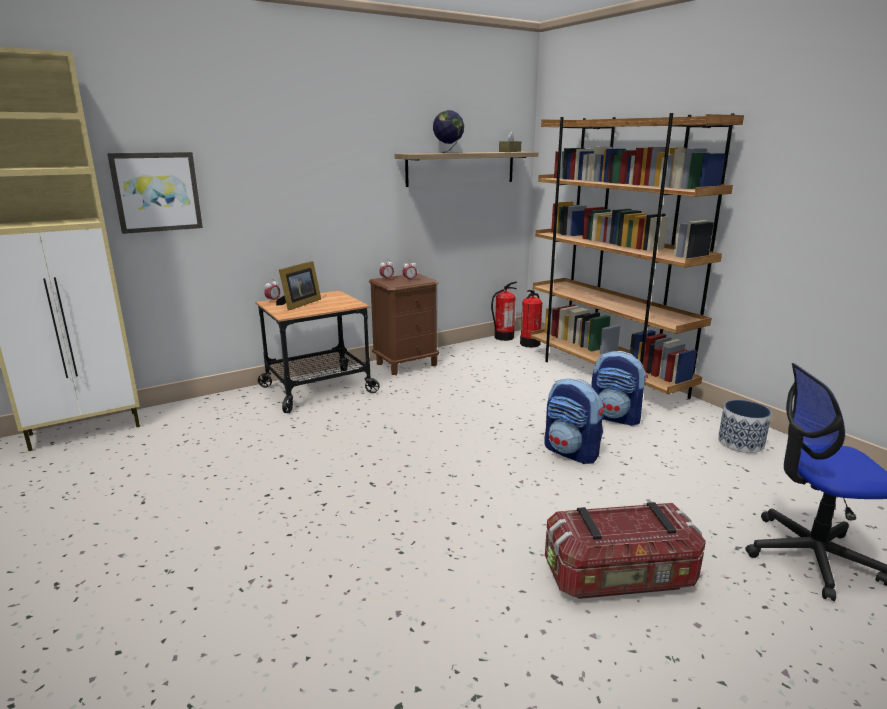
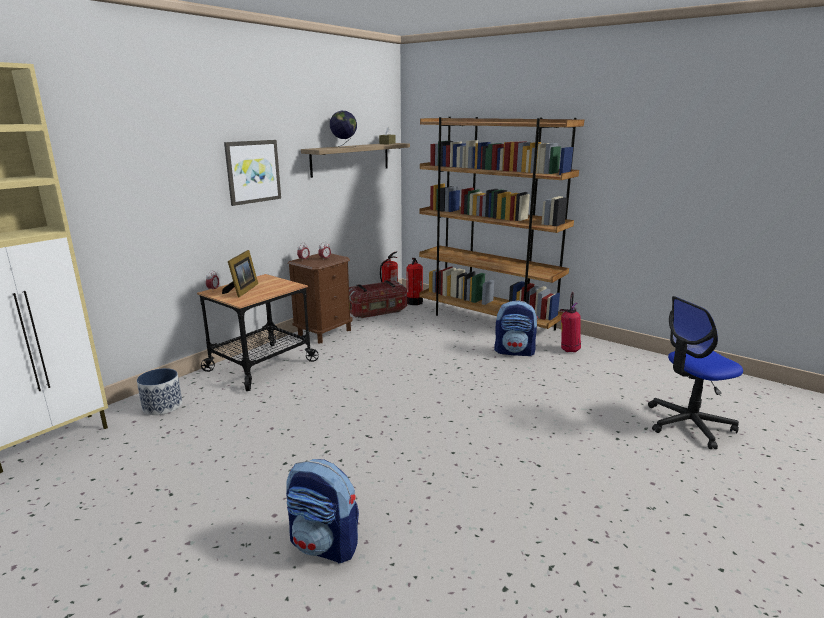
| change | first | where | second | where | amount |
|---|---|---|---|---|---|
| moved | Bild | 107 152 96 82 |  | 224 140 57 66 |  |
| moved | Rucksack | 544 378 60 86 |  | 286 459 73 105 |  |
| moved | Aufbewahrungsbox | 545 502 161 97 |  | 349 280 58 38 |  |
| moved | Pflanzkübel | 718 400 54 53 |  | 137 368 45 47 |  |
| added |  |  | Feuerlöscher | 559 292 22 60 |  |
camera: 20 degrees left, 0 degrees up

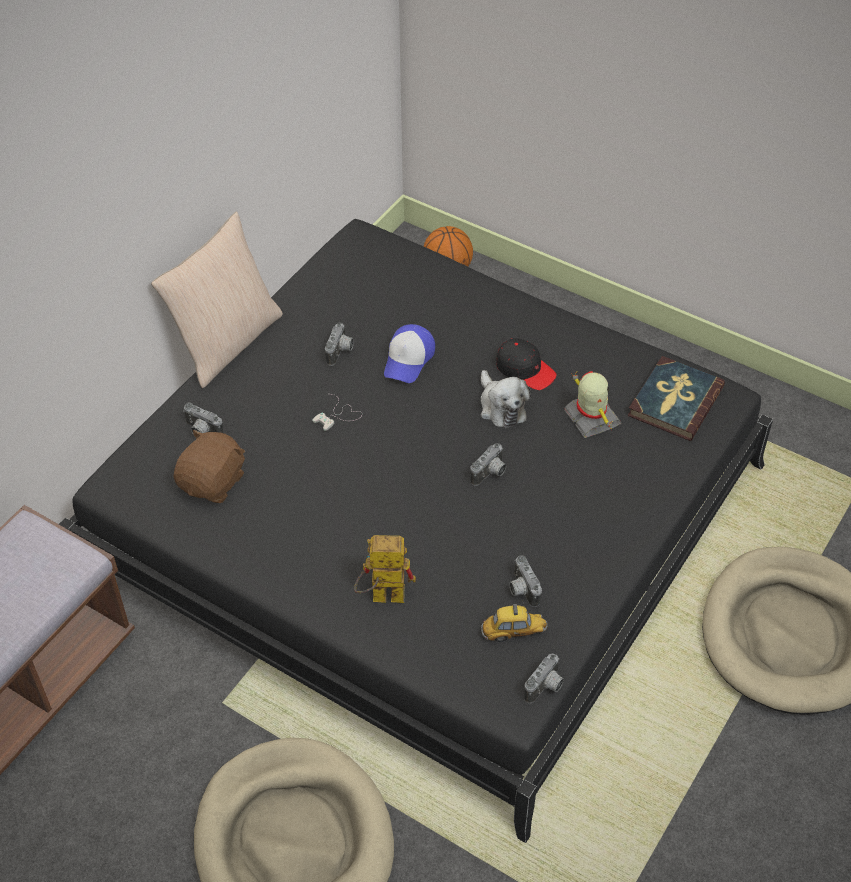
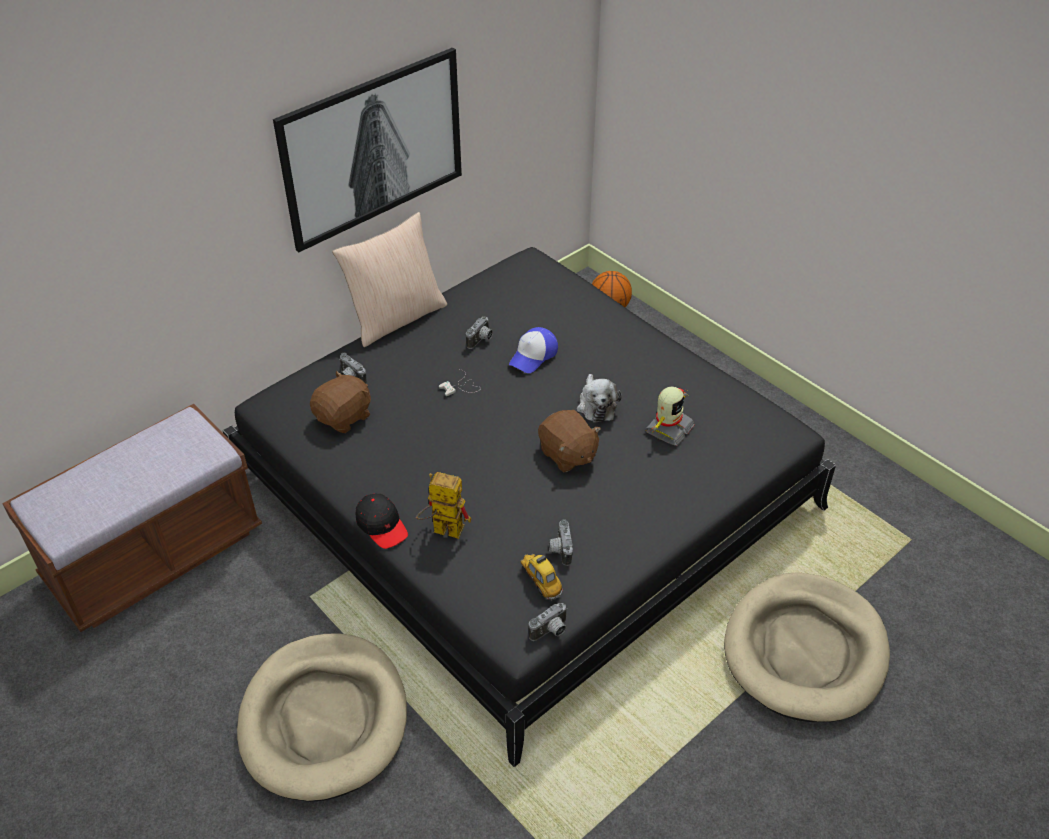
| change | first | where | second | where | amount |
|---|---|---|---|---|---|
| replaced | Kamera | 470 443 37 43 | Plüschtier [braun] | 538 410 63 62 |  |
| turned | Spielzeugauto | 481 603 67 39 |  | 520 554 43 47 | 135 degrees counterclockwise |
| moved | Kappe [schwarz] | 496 338 60 52 |  | 356 493 52 56 |  |
| turned | Spielzeugroboter | 564 371 57 67 |  | 645 387 50 59 | 45 degrees clockwise |
| removed | Buch | 628 356 97 85 |  |  |  |
| added |  |  | Bild | 273 48 189 204 |  |
camera: 15 degrees right, 5 degrees down

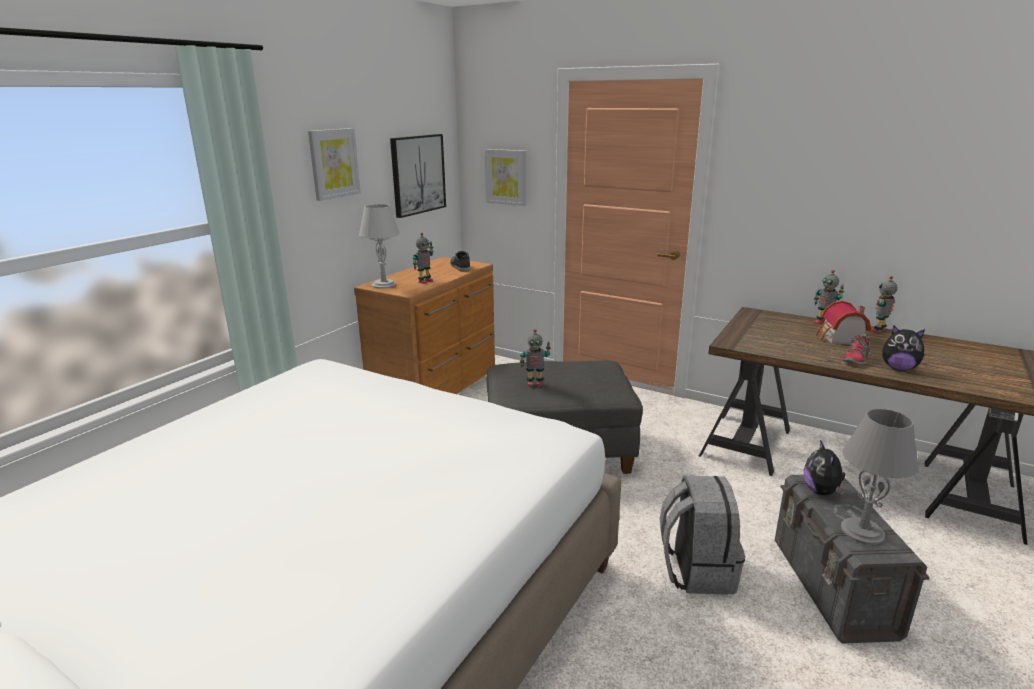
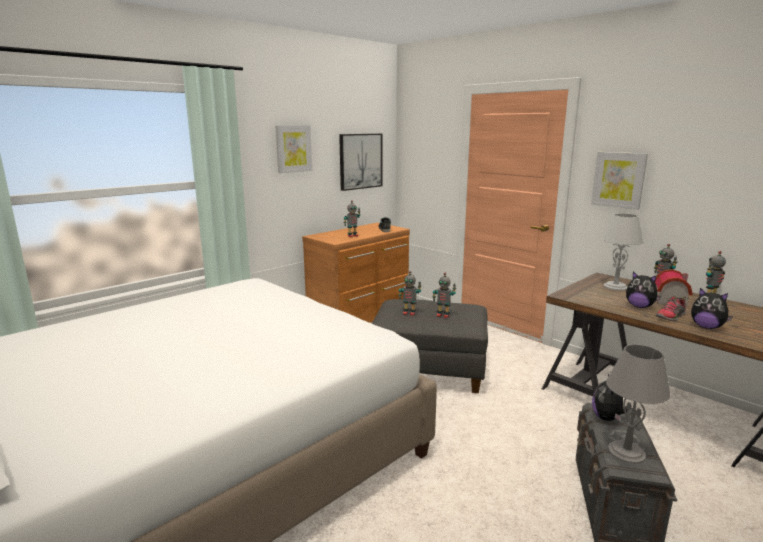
| change | first | where | second | where | amount |
|---|---|---|---|---|---|
| moved | Tischlampe [grau] | 359 204 41 85 |  | 602 213 41 78 |  |
| moved | Bild | 485 149 41 57 |  | 591 152 57 58 |  |
| removed | Rucksack [grau] | 660 476 85 119 |  |  |  |
| added |  |  | Spielzeugroboter | 432 273 24 45 |  |
| added |  |  | Plüschtier | 626 272 36 36 |  |
camera: 15 degrees right, 5 degrees down

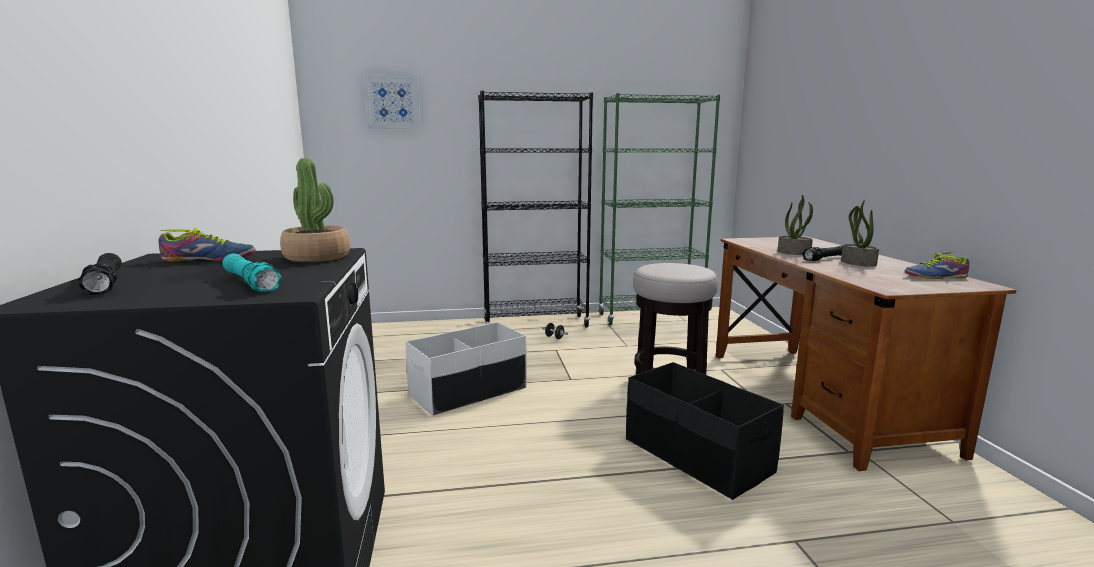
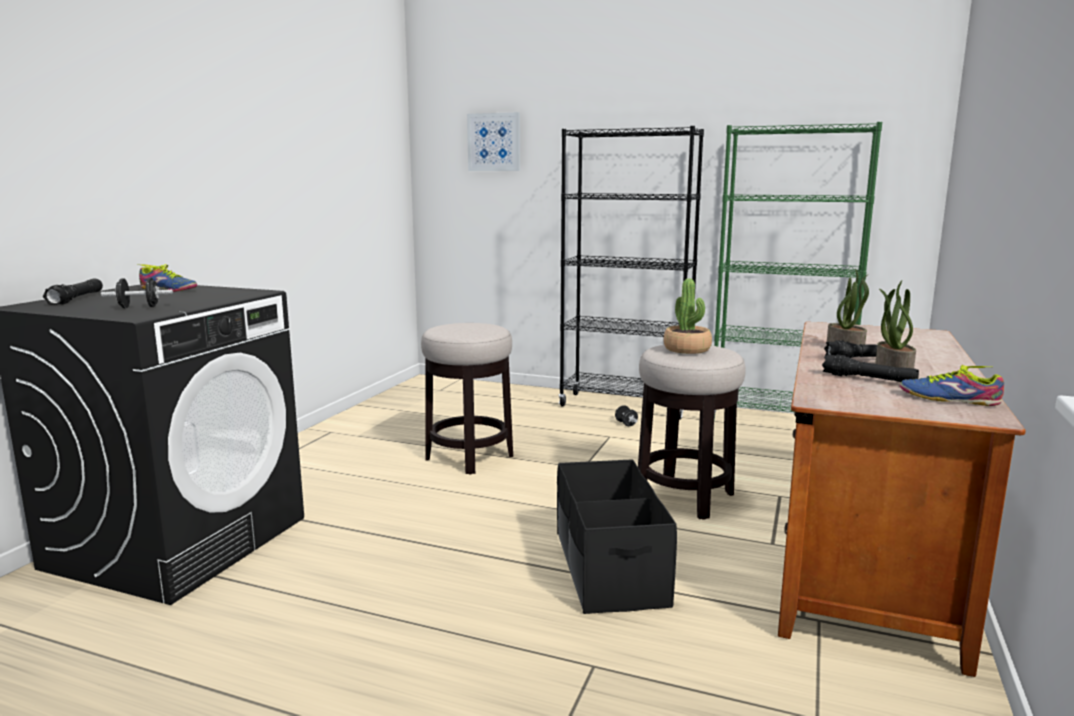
| change | first | where | second | where | amount |
|---|---|---|---|---|---|
| replaced | Taschenlampe [türkis] | 223 254 59 38 | Hantel [schwarz] | 101 278 72 30 |  |
| moved | Topfpflanze | 280 158 71 104 |  | 663 279 49 75 |  |
| replaced | Aufbewahrungsbox [weiß] | 405 322 122 94 | Hocker | 421 323 92 152 |  |
| added |  |  | Taschenlampe [schwarz] | 822 354 97 28 |  |
camera: 30 degrees right, 0 degrees up

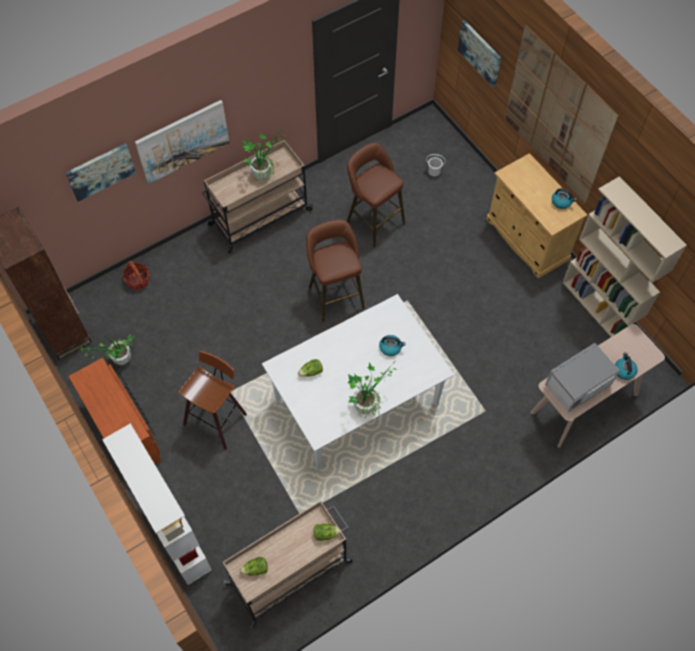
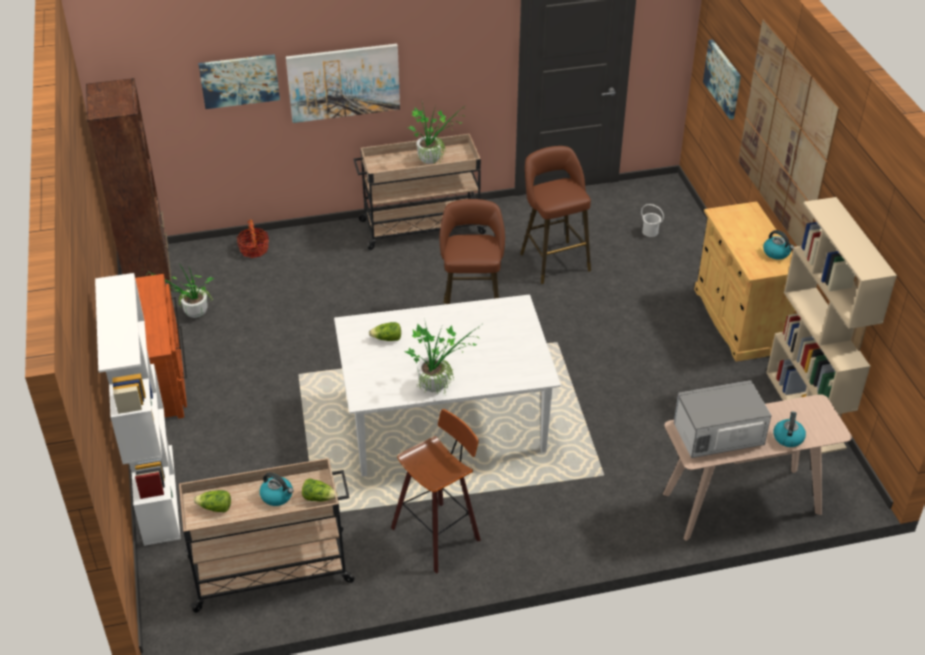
| change | first | where | second | where | amount |
|---|---|---|---|---|---|
| moved | Hocker | 179 351 68 99 |  | 391 409 90 165 |  |
| moved | Wasserkessel | 379 335 27 21 |  | 260 472 33 34 |  |
camera: 20 degrees right, 20 degrees down

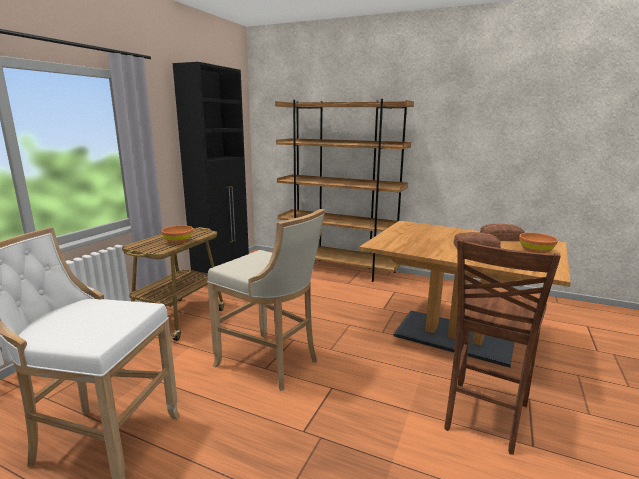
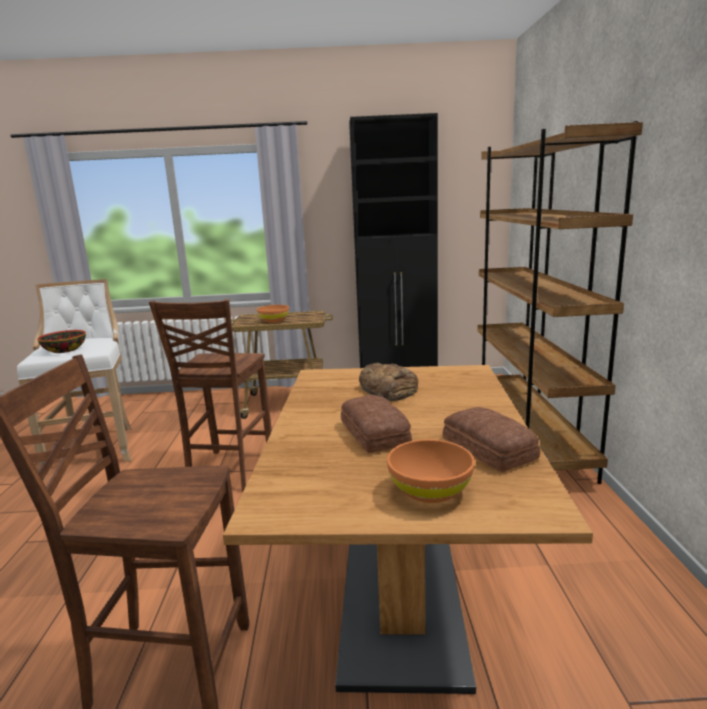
| change | first | where | second | where | amount |
|---|---|---|---|---|---|
| replaced | Hocker [beige] | 207 209 118 182 | Stuhl [braun] | 149 299 123 193 |  |
| added |  |  | Schüssel | 37 330 49 23 |  |
| added |  |  | Brot | 359 363 59 38 |  |
camera: 65 degrees right, 0 degrees up

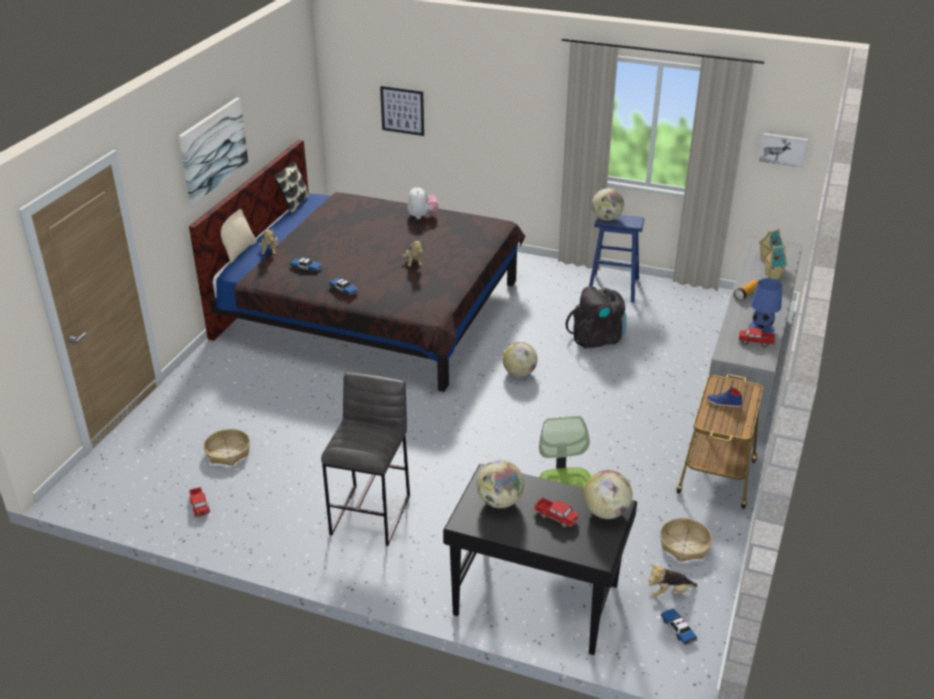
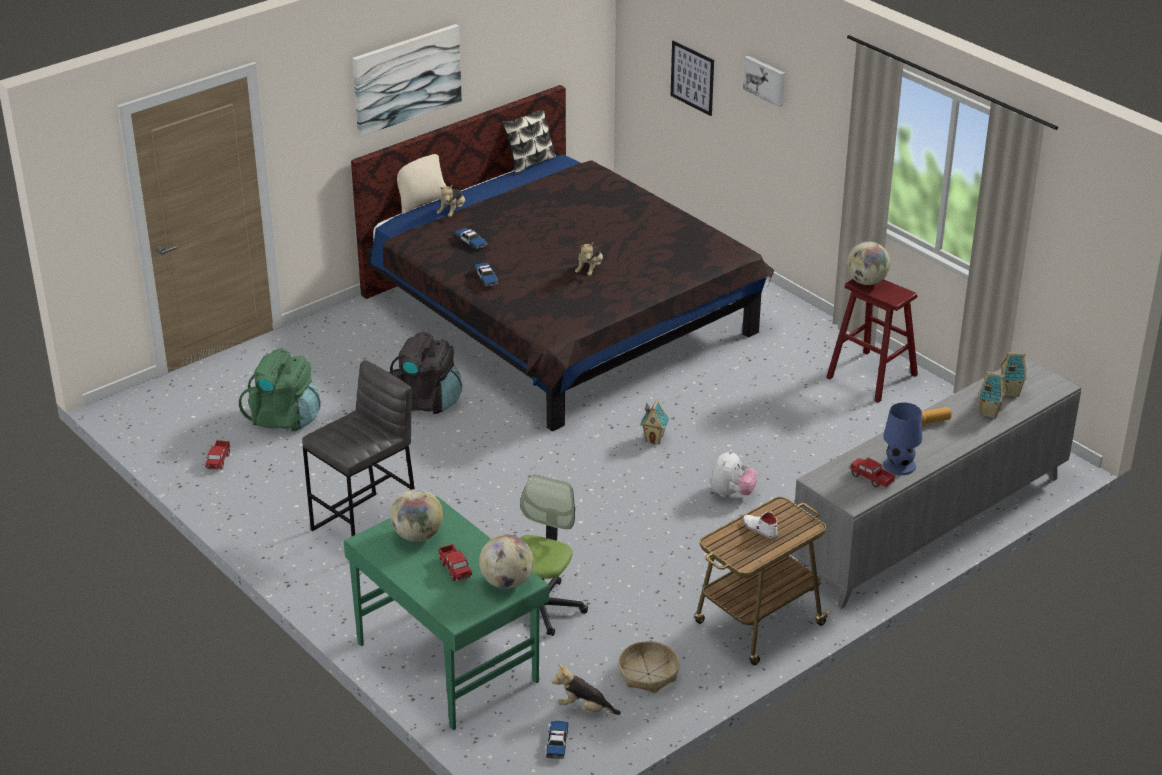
| change | first | where | second | where | amount |
|---|---|---|---|---|---|
| replaced | Korb | 203 429 47 37 | Rucksack [grün] | 239 348 82 83 |  |
| moved | Plüschtier | 408 185 30 34 |  | 711 450 47 47 |  |
| recoloured | Schreibtisch [schwarz] | 443 464 194 191 | Schreibtisch [grün] | 344 496 205 234 |  |
| replaced | Globus | 502 342 35 35 | Spielzeughaus | 640 399 29 46 |  |
| moved | Rucksack [schwarz] | 566 286 61 63 |  | 389 332 73 82 |  |
| recoloured | Hocker [blau] | 589 215 55 88 | Hocker [rot] | 826 279 92 124 |  |
| recoloured | Schuh [blau] | 707 386 35 22 | Schuh [weiß] | 743 512 35 27 |  |
| moved | Bild | 759 133 49 35 |  | 743 56 42 51 |  |
camera: 30 degrees right, 0 degrees up

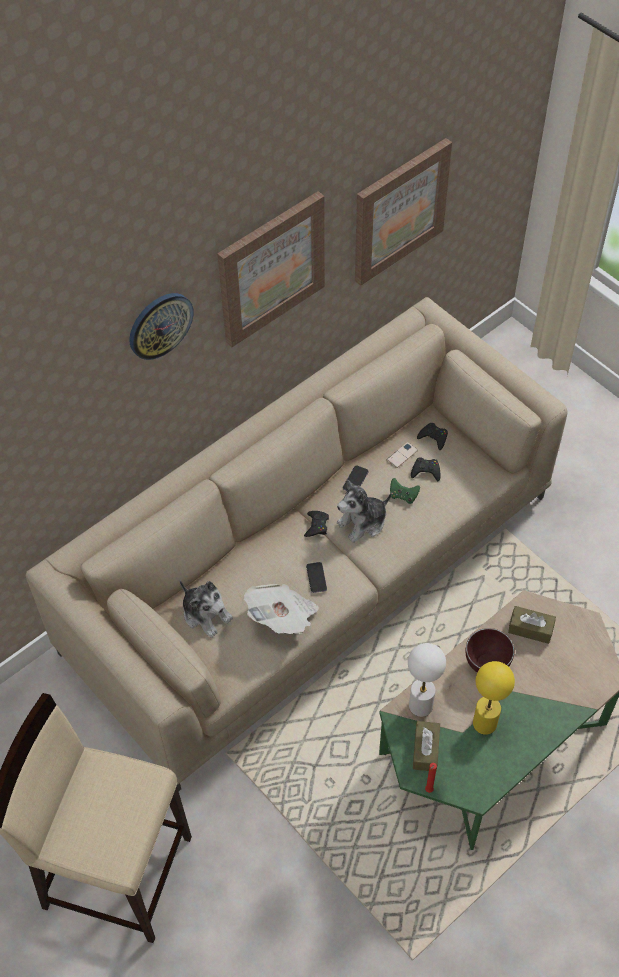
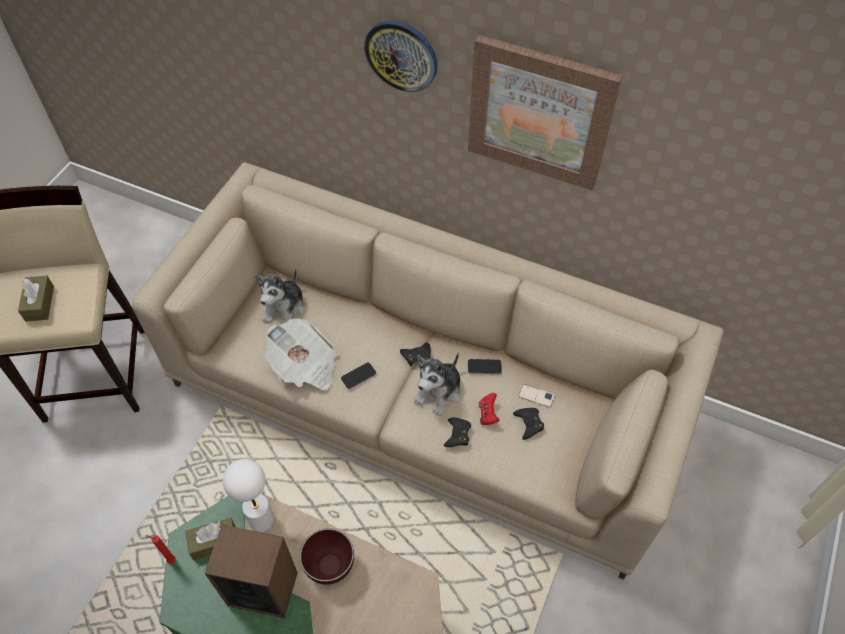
| change | first | where | second | where | amount |
|---|---|---|---|---|---|
| turned | Plüschtier | 337 479 55 63 |  | 414 353 47 63 | 90 degrees counterclockwise |
| removed | Bild | 355 138 97 148 |  |  |  |
| recoloured | Gamepad [grün] | 390 478 30 26 | Gamepad [rot] | 479 393 20 32 |  |
| moved | Gamepad [schwarz] | 417 423 31 27 |  | 444 418 27 29 |  |
| replaced | Tischlampe [gelb] | 473 661 42 74 | Lautsprecher | 205 525 93 93 |  |
| moved | Taschentuchbox [braun] | 508 606 48 38 |  | 18 276 36 46 |  |
camera: 65 degrees right, 0 degrees up

